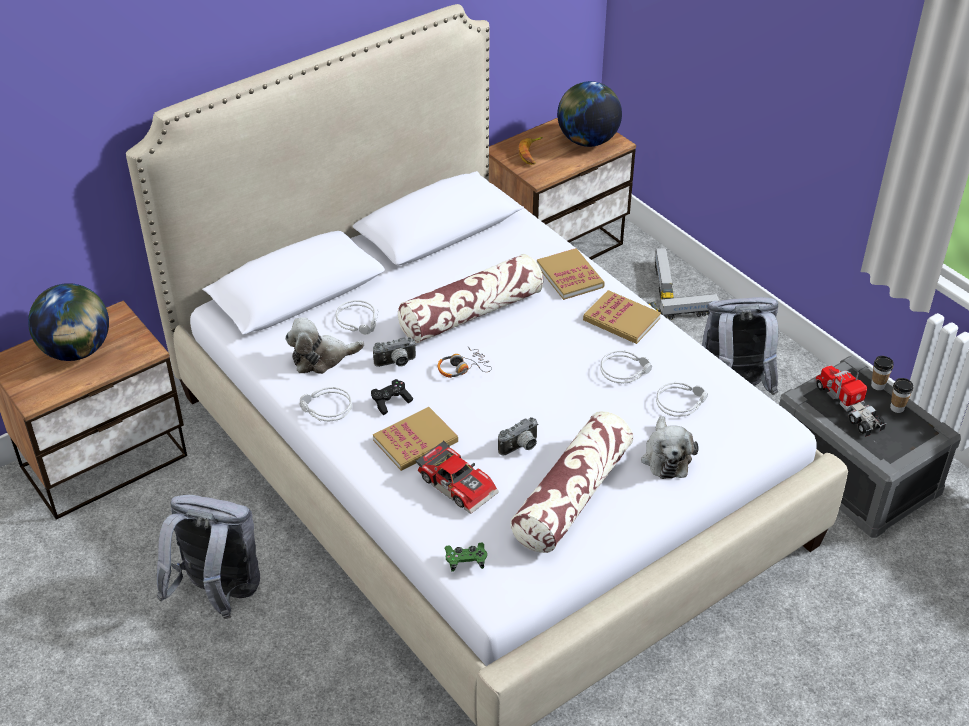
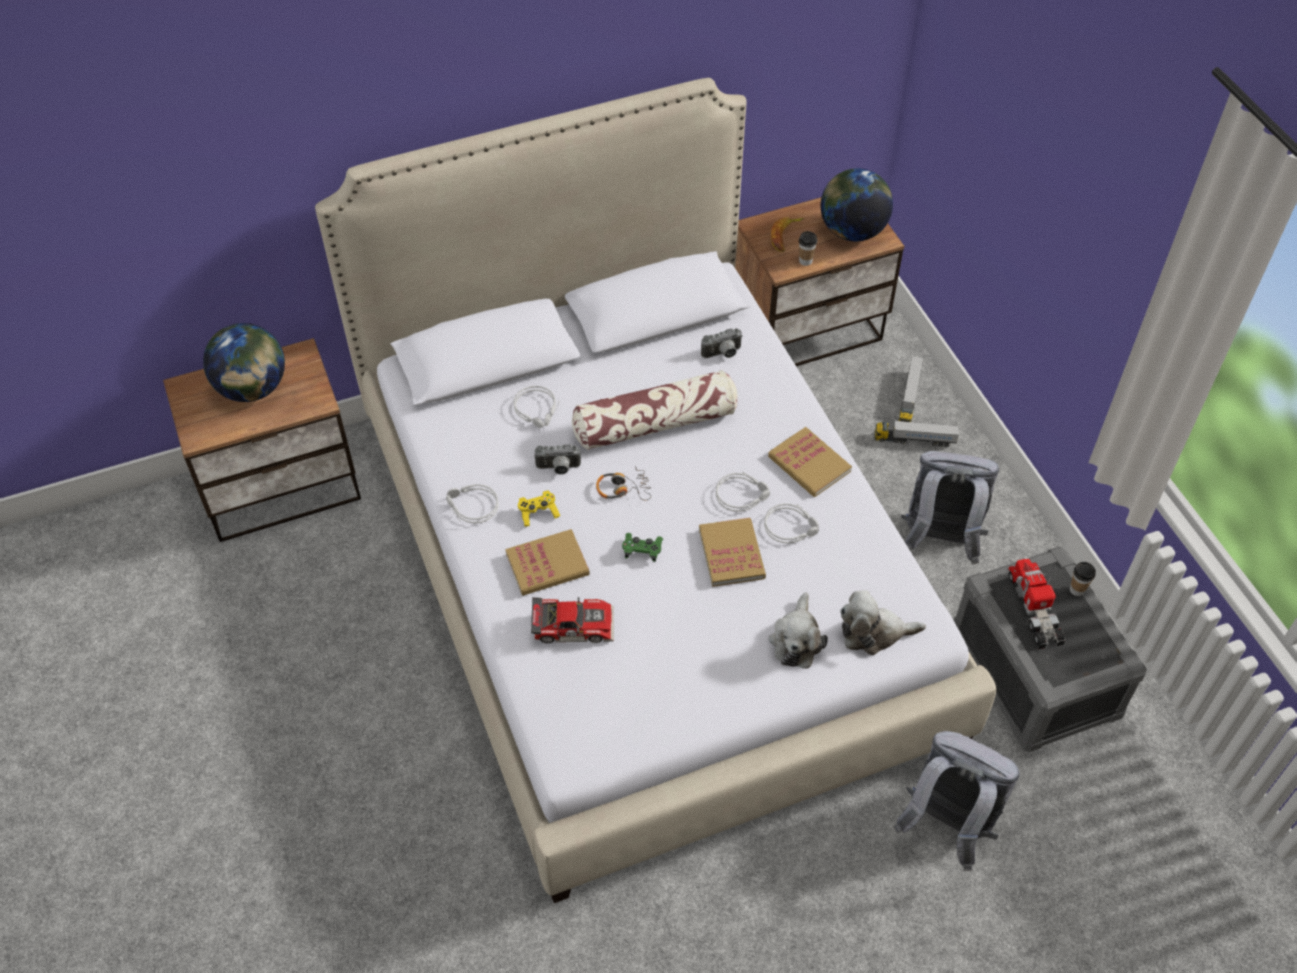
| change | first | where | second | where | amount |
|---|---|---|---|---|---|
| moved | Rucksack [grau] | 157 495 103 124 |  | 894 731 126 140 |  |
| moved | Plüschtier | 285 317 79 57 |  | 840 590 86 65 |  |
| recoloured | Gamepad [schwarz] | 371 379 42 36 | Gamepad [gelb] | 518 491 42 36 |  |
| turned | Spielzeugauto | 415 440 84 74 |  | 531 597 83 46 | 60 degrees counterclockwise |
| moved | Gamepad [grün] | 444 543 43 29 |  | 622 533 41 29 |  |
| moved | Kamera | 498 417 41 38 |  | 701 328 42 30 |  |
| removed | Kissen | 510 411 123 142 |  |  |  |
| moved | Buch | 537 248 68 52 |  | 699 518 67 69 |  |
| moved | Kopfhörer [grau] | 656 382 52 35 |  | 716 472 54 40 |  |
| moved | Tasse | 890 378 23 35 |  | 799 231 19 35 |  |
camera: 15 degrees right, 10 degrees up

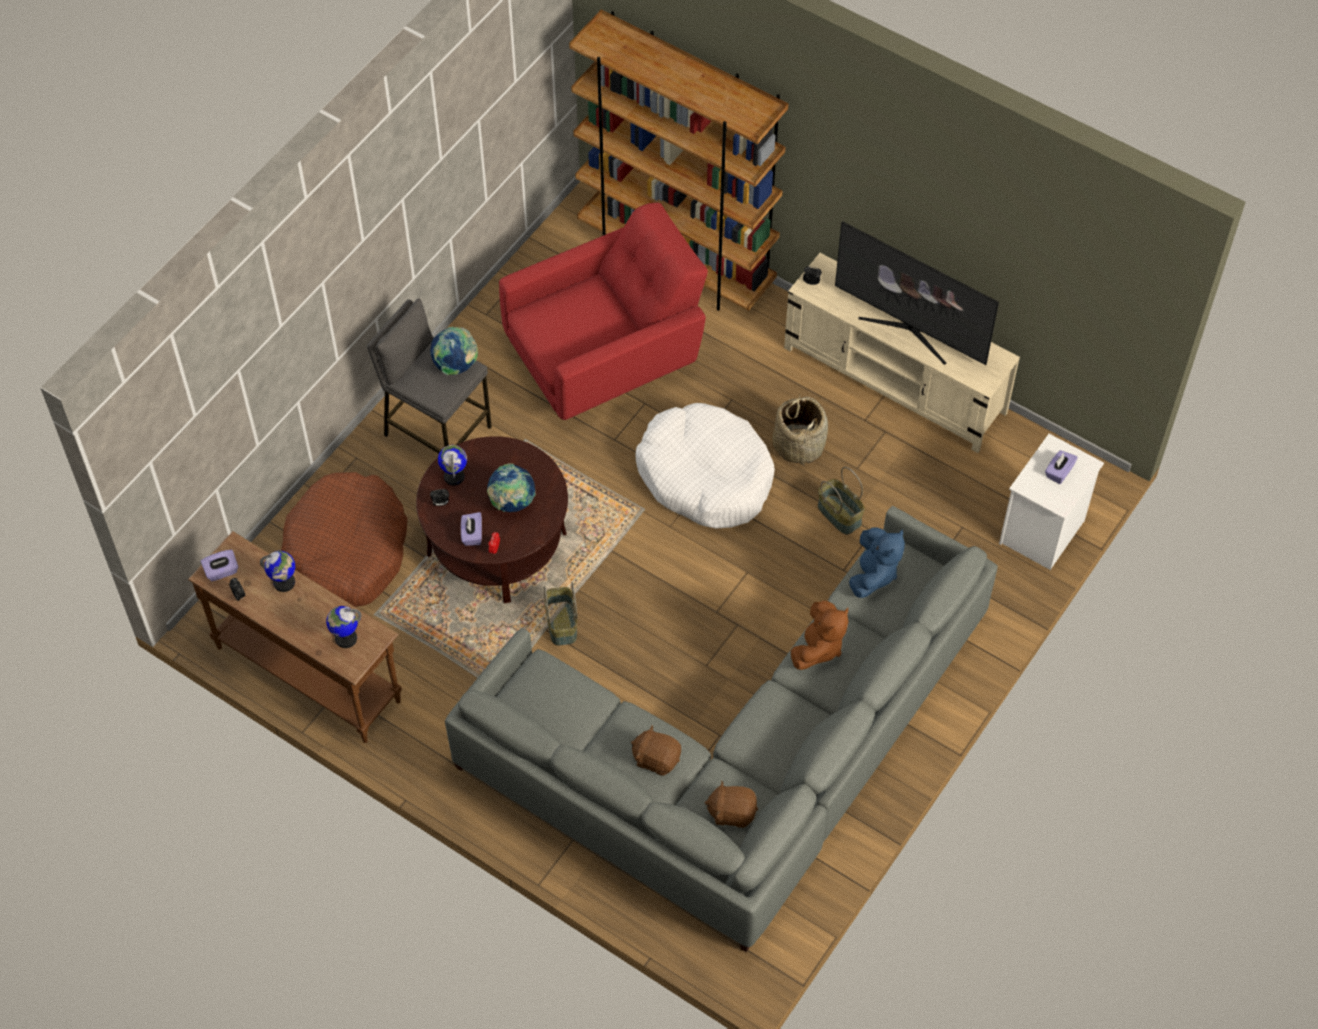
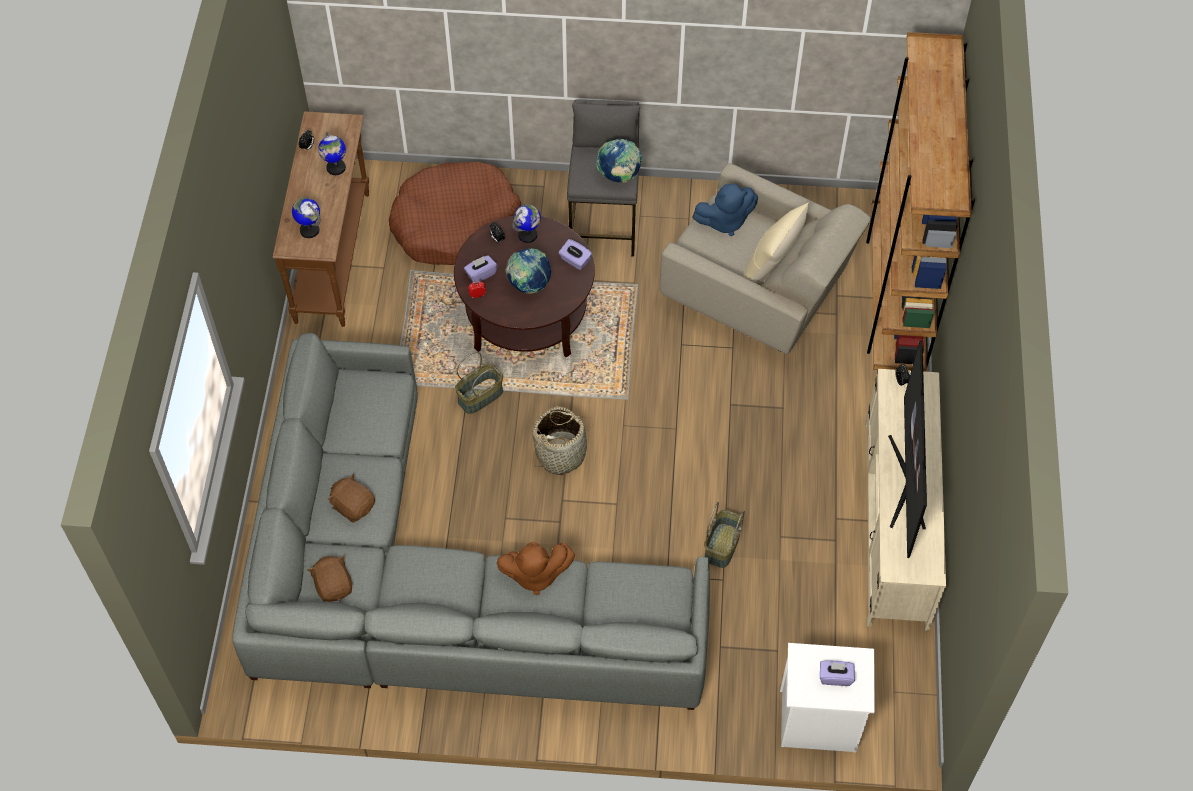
| change | first | where | second | where | amount |
|---|---|---|---|---|---|
| moved | Taschentuchbox [lila] | 201 550 37 31 |  | 559 239 33 31 |  |
| recoloured | Sessel [rot] | 499 203 209 217 | Sessel [beige] | 660 163 211 191 |  |
| turned | Plüschtier [braun] | 631 725 50 51 |  | 328 473 47 50 | 45 degrees counterclockwise |
| removed | Hundebett [weiß] | 635 403 140 125 |  |  |  |
| moved | Korb | 772 394 56 72 |  | 532 406 60 69 |  |
| moved | Plüschtier [blau] | 849 527 56 71 |  | 692 184 66 52 |  |
| added |  |  | Kissen [beige] | 744 202 65 81 |  |
camera: 60 degrees right, 0 degrees up

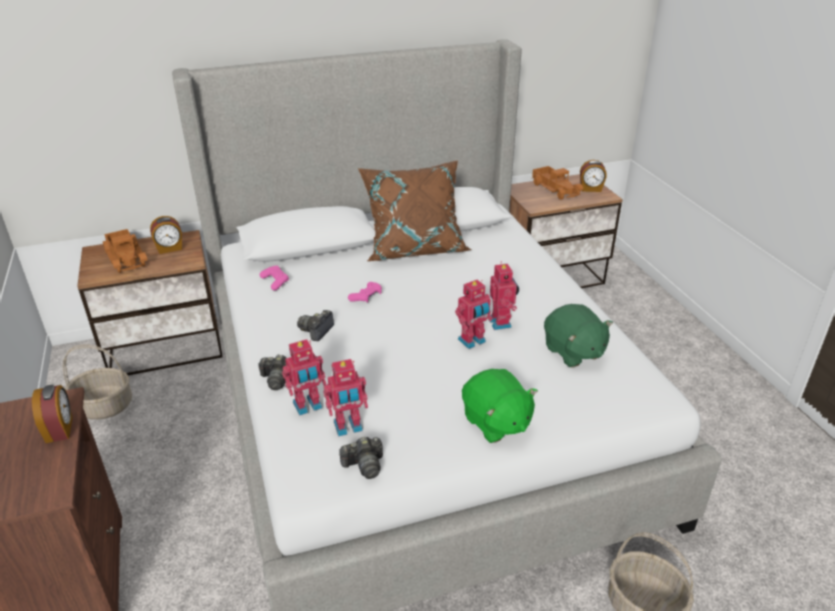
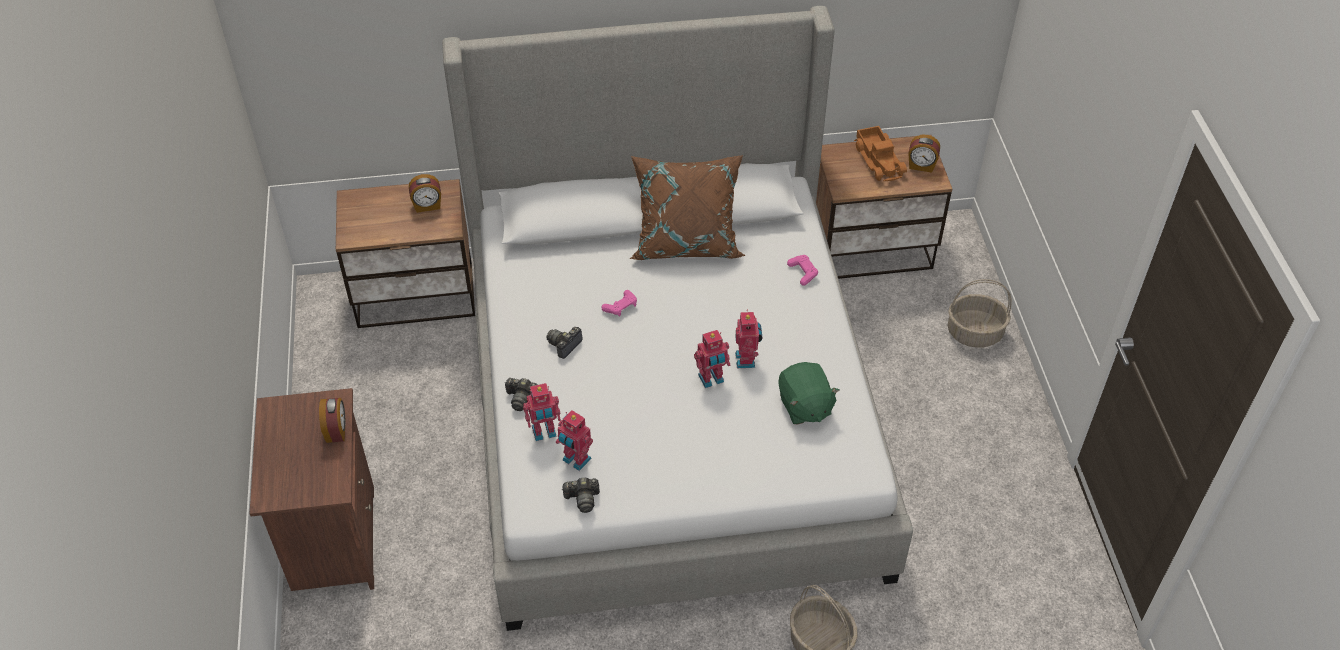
| change | first | where | second | where | amount |
|---|---|---|---|---|---|
| moved | Korb | 63 344 69 75 |  | 948 279 64 69 |  |
| removed | Spielzeuglaster | 103 229 45 44 |  |  |  |
| moved | Gamepad [rosa] | 260 266 29 25 |  | 787 255 31 31 |  |
| turned | Spielzeugroboter | 323 359 45 78 |  | 556 410 37 61 | 45 degrees clockwise |
| removed | Plüschtier [grün] | 462 369 76 74 |  |  |  |
camera: 10 degrees right, 15 degrees up

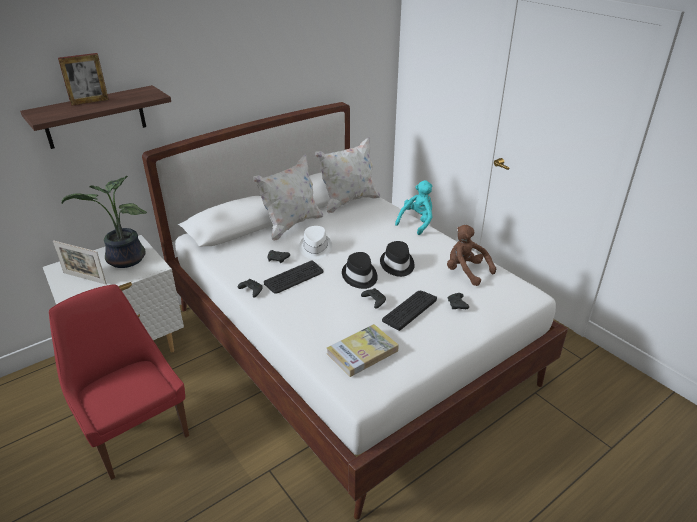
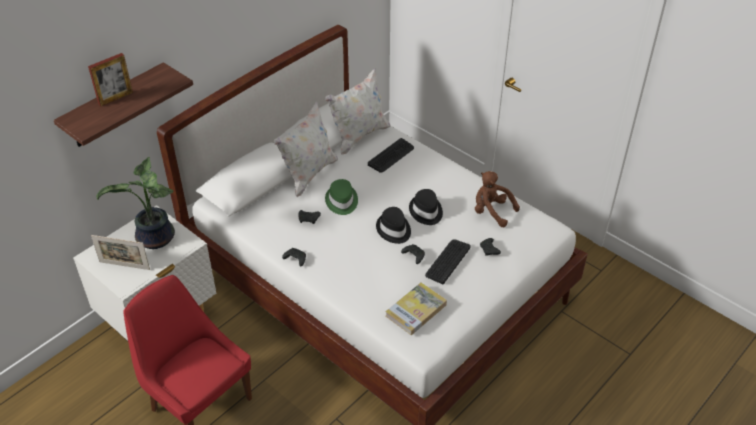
| change | first | where | second | where | amount |
|---|---|---|---|---|---|
| moved | Tastatur | 264 260 60 34 |  | 368 138 46 35 |  |
| recoloured | Hut [weiß] | 299 226 33 33 | Hut [grün] | 325 179 33 36 |  |
| removed | Plüschtier [türkis] | 395 180 37 55 |  |  |  |
camera: 10 degrees left, 10 degrees up

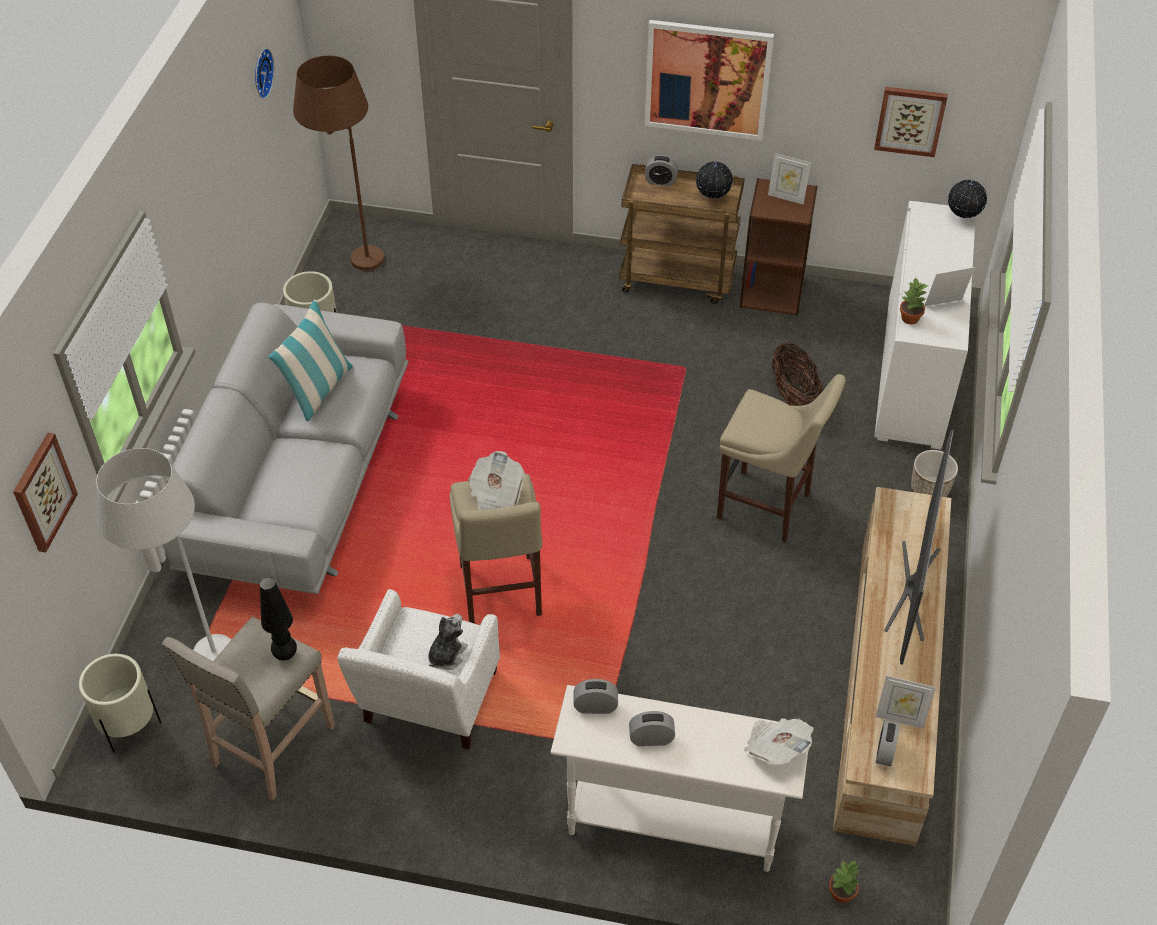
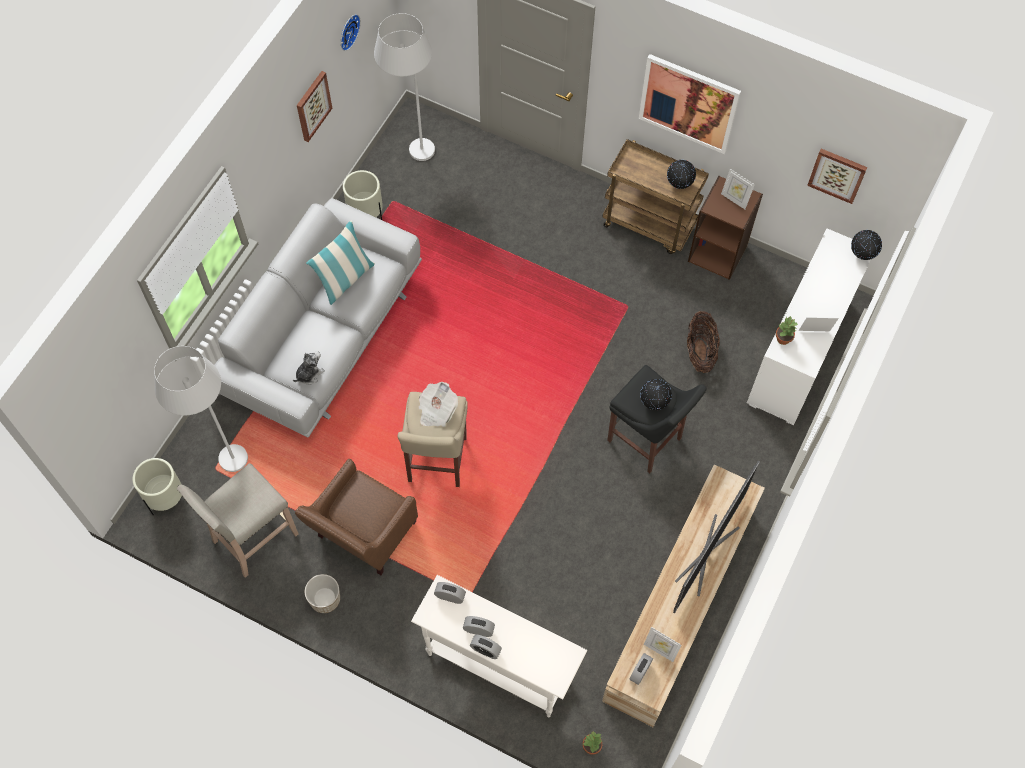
| change | first | where | second | where | amount |
|---|---|---|---|---|---|
| moved | Bild | 13 433 65 119 |  | 297 71 35 71 |  |
| removed | Tischlampe [schwarz] | 260 577 37 84 |  |  |  |
| recoloured | Stehlampe [braun] | 293 55 91 216 | Stehlampe [weiß] | 374 13 61 148 |  |
| recoloured | Sessel [weiß] | 338 589 162 160 | Sessel [braun] | 295 459 123 116 |  |
| moved | Plüschtier | 428 614 40 56 |  | 293 351 32 34 |  |
| moved | Wecker | 645 155 33 31 |  | 470 635 32 24 |  |
| recoloured | Hocker [beige] | 717 374 129 169 | Hocker [schwarz] | 607 365 100 109 |  |
| removed | Zeitung | 744 718 70 47 |  |  |  |
| moved | Pflanzkübel | 911 450 47 47 |  | 305 574 35 39 |  |
| added |  |  | Globus | 640 379 32 31 |  |
camera: 15 degrees right, 15 degrees up

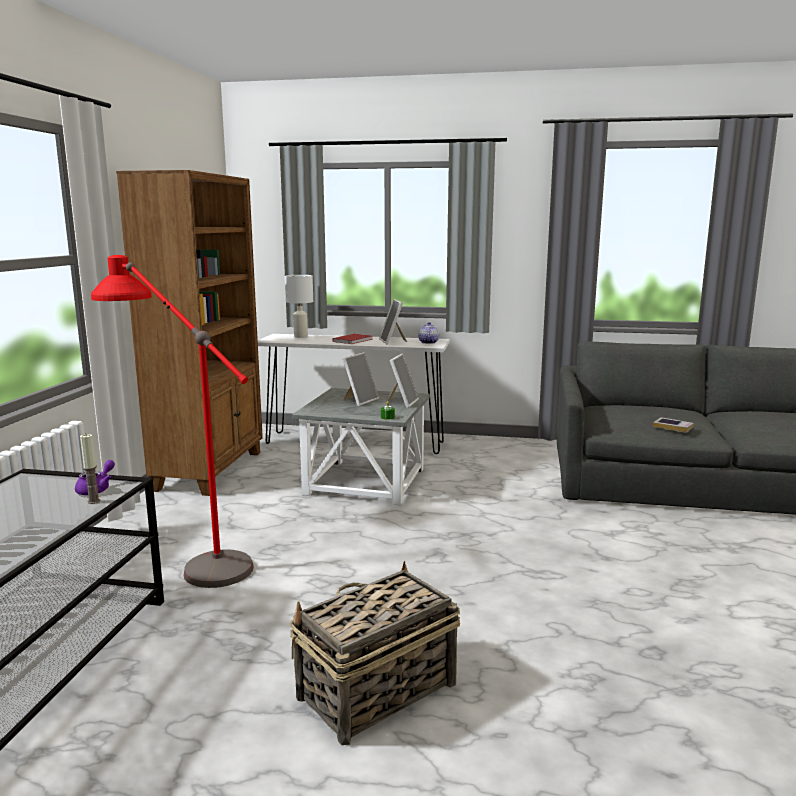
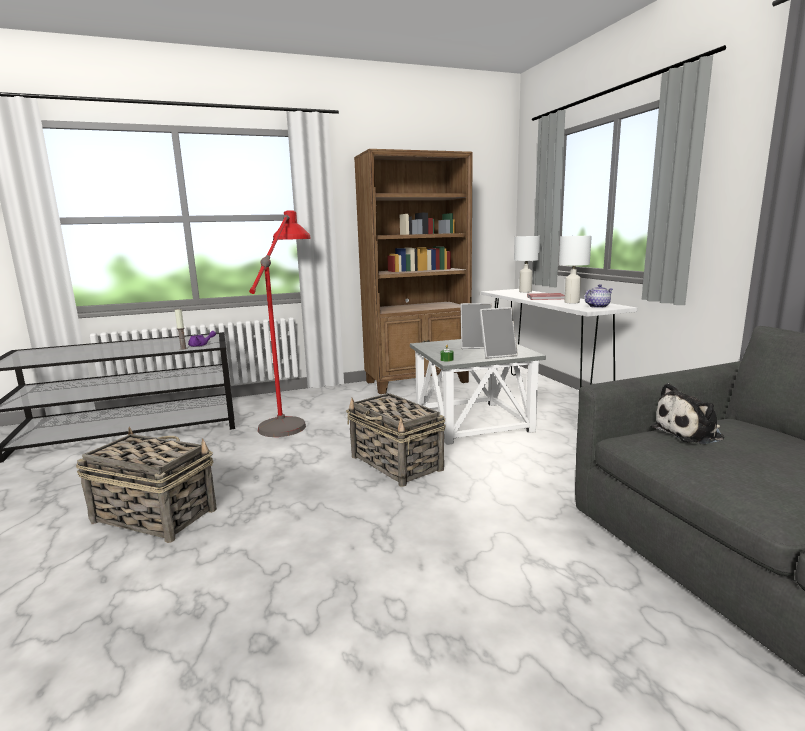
| change | first | where | second | where | amount |
|---|---|---|---|---|---|
| replaced | Bilderrahmen | 379 299 28 46 | Tischlampe [weiß] | 559 236 33 67 |  |
| removed | Buch | 653 417 41 16 |  |  |  |
| added |  |  | Korb | 346 393 99 94 |  |
| added |  |  | Plüschtier | 650 383 74 61 |  |
camera: 60 degrees right, 0 degrees up

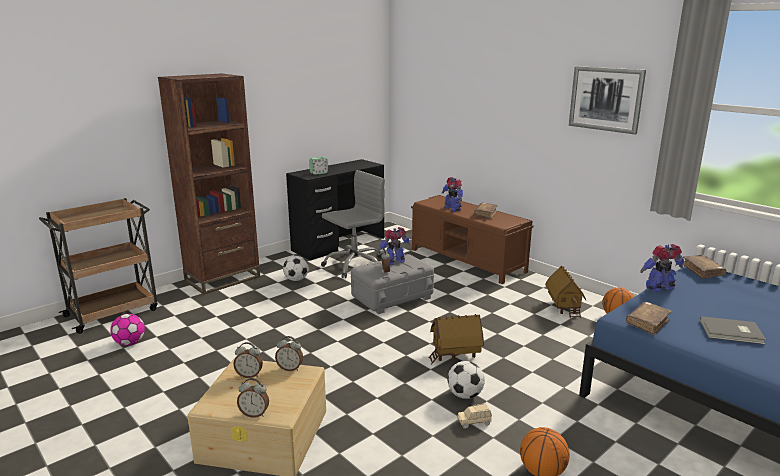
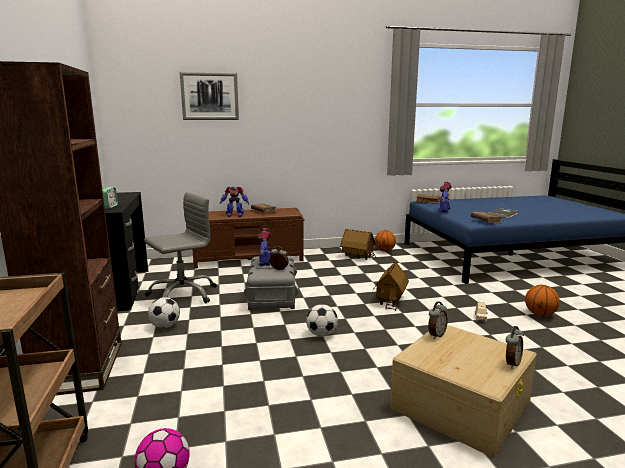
| change | first | where | second | where | amount |
|---|---|---|---|---|---|
| removed | Wecker | 233 342 30 36 |  |  |  |
| turned | Bürostuhl [grau] | 321 170 64 108 |  | 144 192 73 112 | 60 degrees clockwise |
| moved | Fußball | 447 361 38 38 |  | 306 304 32 33 |  |
| moved | Bild | 569 66 77 68 |  | 180 72 59 48 |  |
camera: 60 degrees left, 5 degrees down

